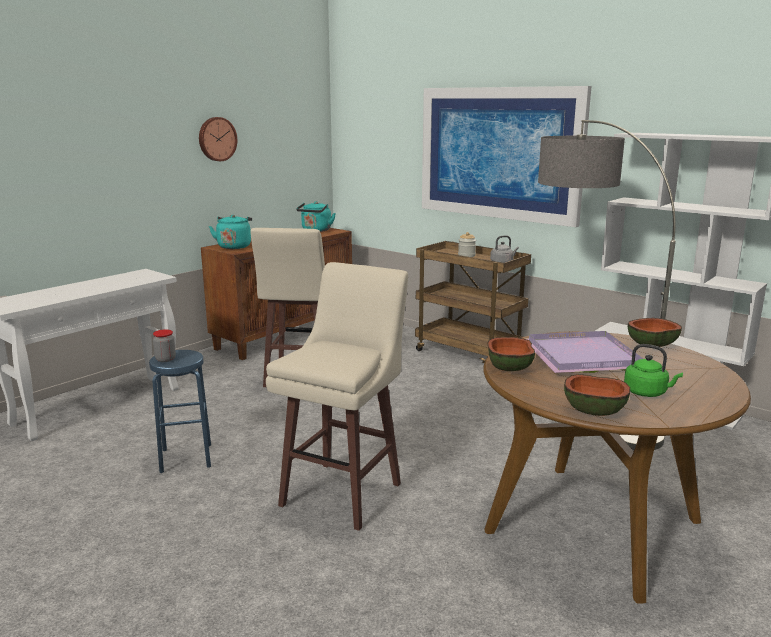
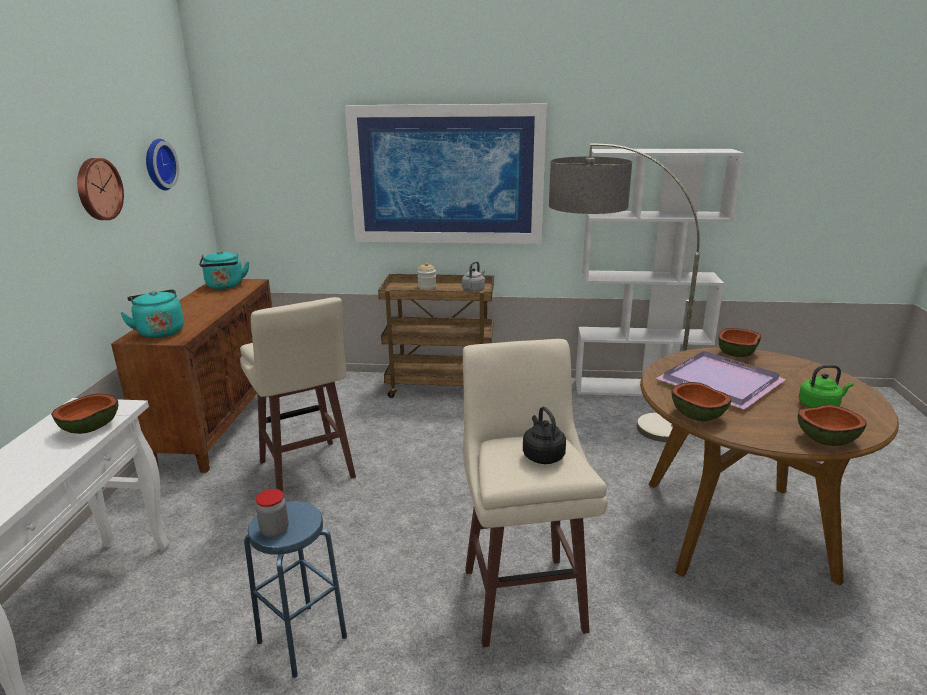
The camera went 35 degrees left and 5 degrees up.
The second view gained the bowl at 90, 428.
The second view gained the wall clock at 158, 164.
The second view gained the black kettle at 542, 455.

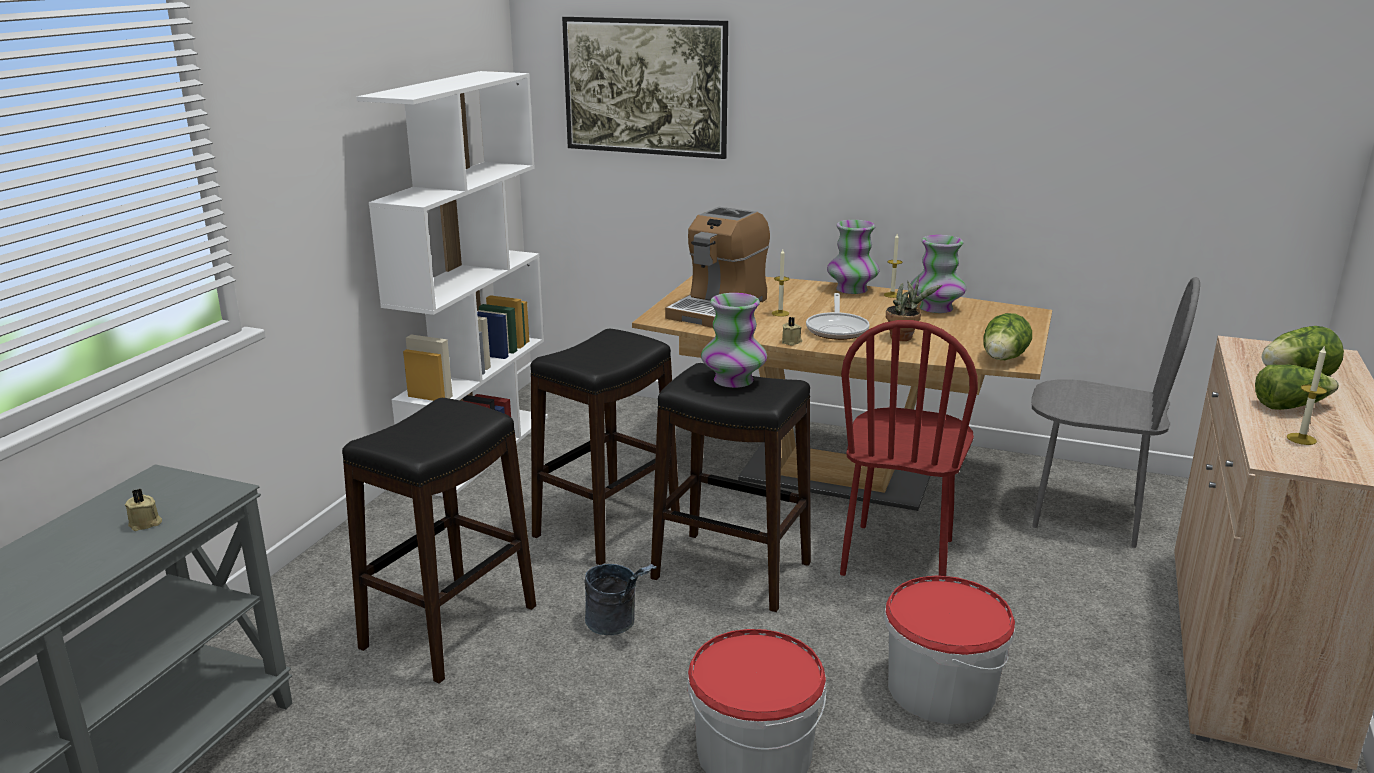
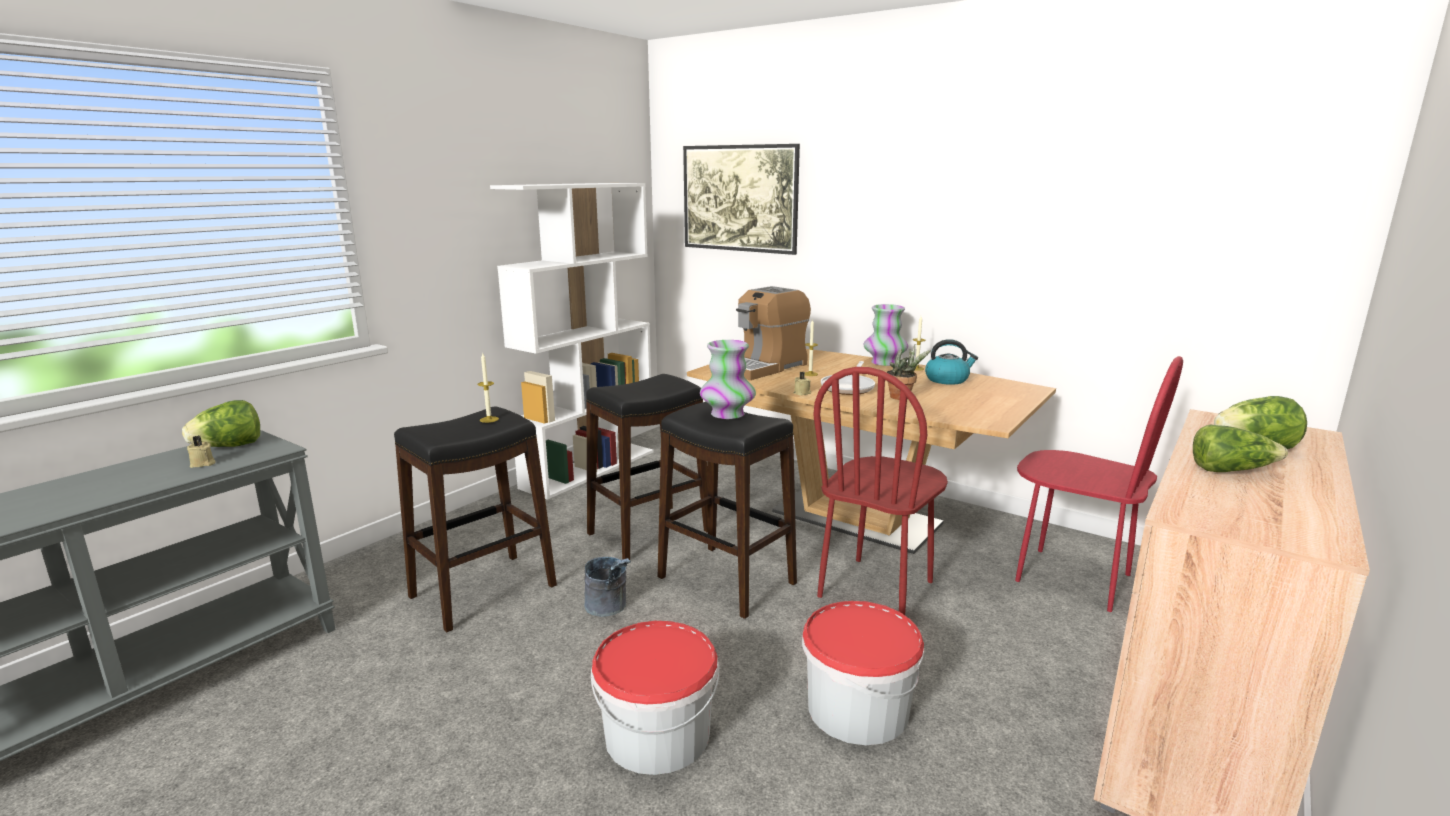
The camera went 15 degrees right and 5 degrees down.
The lettuce ended up elsewhere, having gone from 1003, 360 to 229, 447.
The candle ended up elsewhere, having gone from 1301, 439 to 489, 419.
Where the vase stood at 935, 308, the kettle came to stand at 947, 380.
What was the grey chair at 1086, 516 turned into the red chair at 1072, 578.

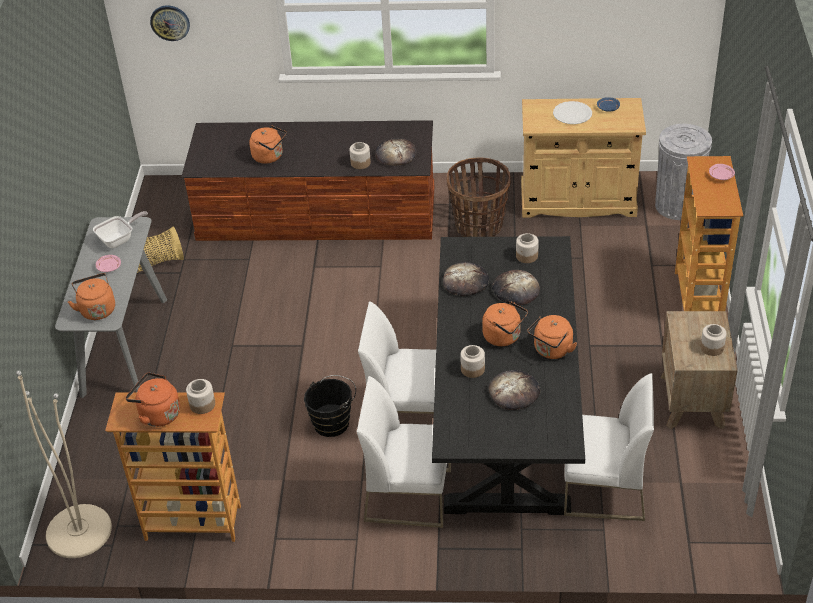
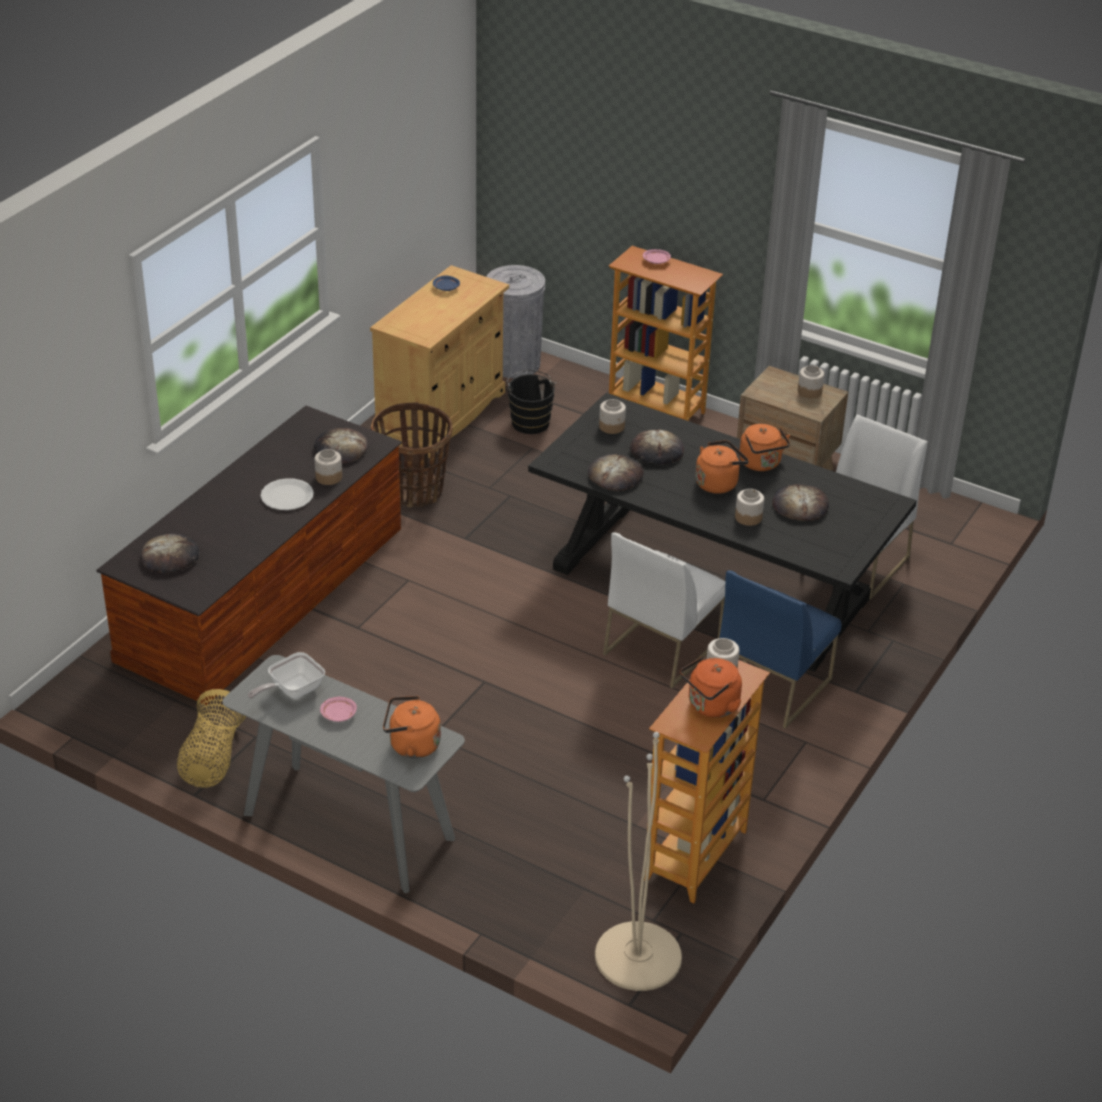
The camera went 65 degrees left and 5 degrees down.
The second view gained the bread at 170, 557.
The frying pan at 119, 239 ended up facing another way, 120 degrees counterclockwise from before.
The white plate ended up elsewhere, having gone from 572, 114 to 287, 496.
The black bucket ended up elsewhere, having gone from 334, 421 to 530, 421.
What was the white chair at 409, 495 turned into the blue chair at 772, 685.
The second view lost the wall clock at 170, 22.
The second view lost the orange kettle at 269, 157.

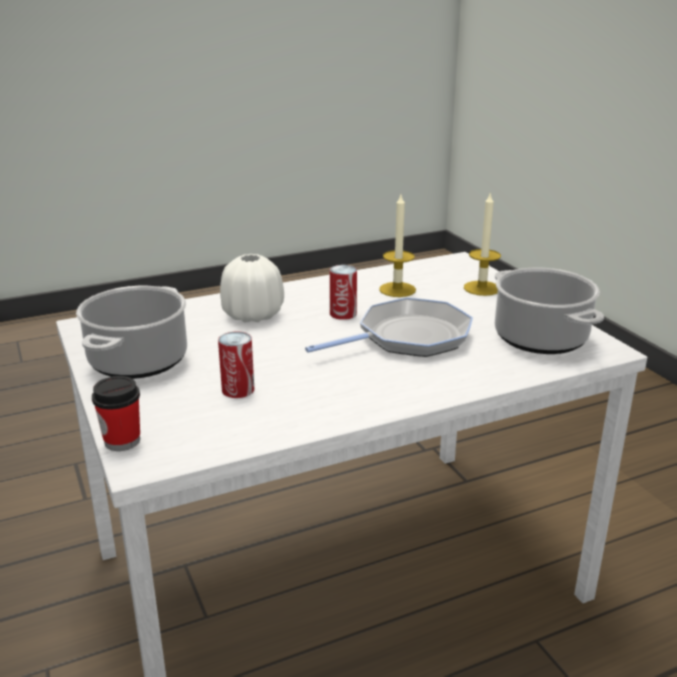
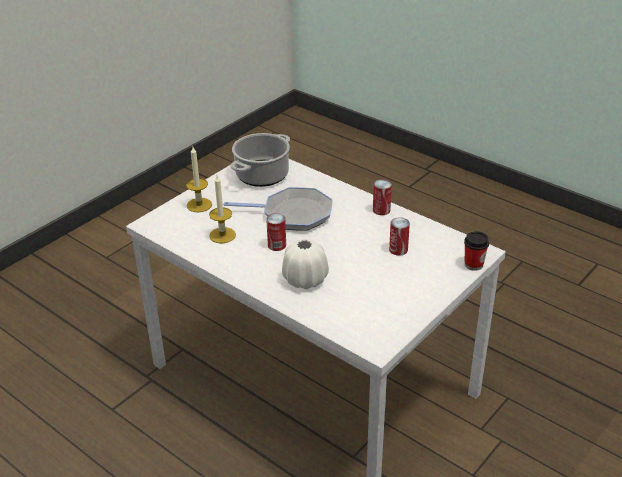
The camera went 115 degrees left and 10 degrees up.
The frying pan at 408, 337 ended up facing another way, 150 degrees clockwise from before.
The second view gained the can at 381, 210.
The second view lost the cooking pot at 138, 361.

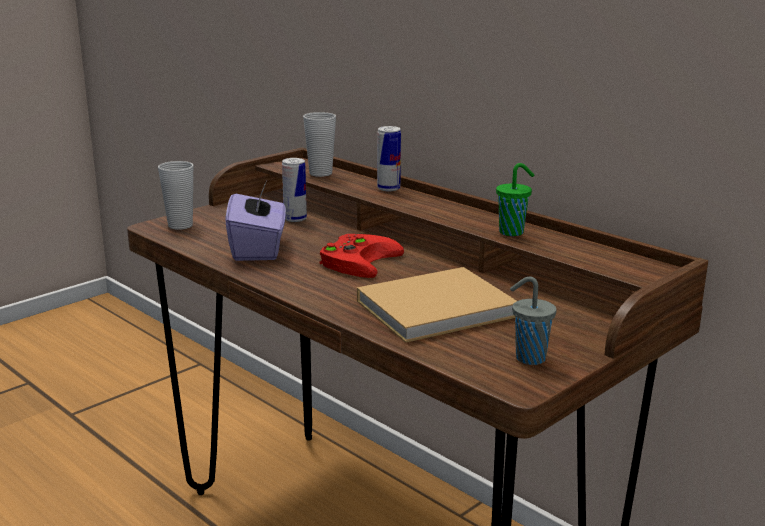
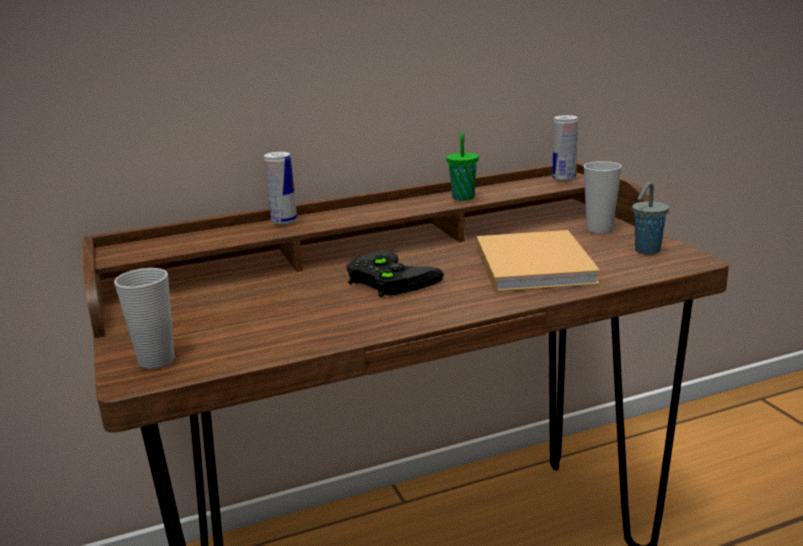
The camera went 65 degrees left and 0 degrees up.
What was the red game controller at 358, 259 turned into the black game controller at 387, 280.
The can ended up elsewhere, having gone from 295, 219 to 564, 178.
The cup ended up elsewhere, having gone from 320, 173 to 599, 230.
The second view lost the purple tissue box at 258, 249.

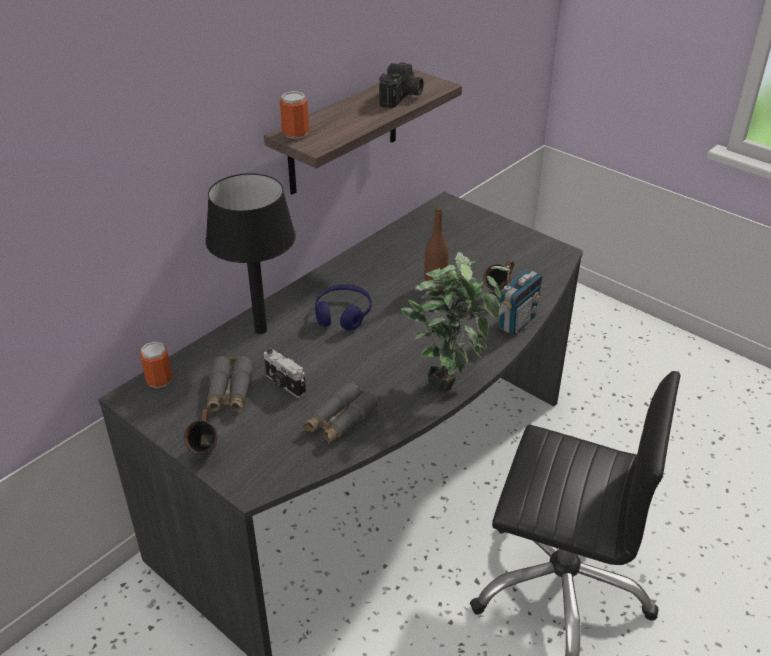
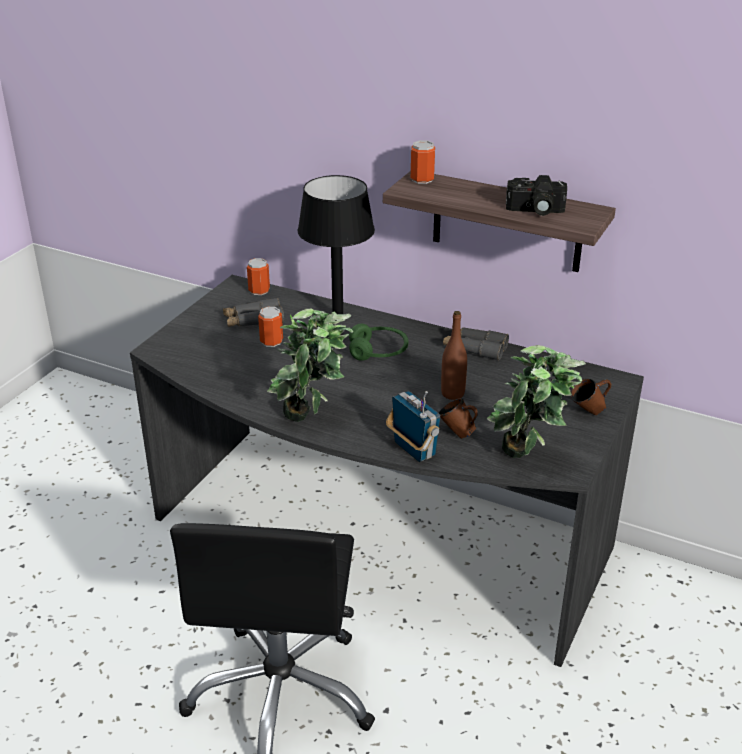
The camera went 75 degrees right and 5 degrees down.
Where the photo camera stood at 284, 385, the can came to stand at 271, 341.
What was the blue headphones at 343, 314 turned into the green headphones at 378, 351.
The radio at 516, 323 ended up facing another way, 150 degrees counterclockwise from before.
The grey binoculars ended up elsewhere, having gone from 340, 421 to 475, 348.
The second view gained the potted plant at 528, 460.
The brown mug ended up elsewhere, having gone from 206, 453 to 588, 413.

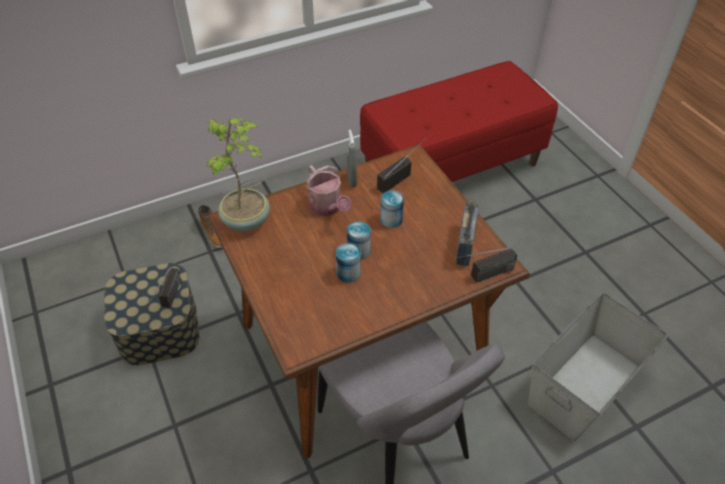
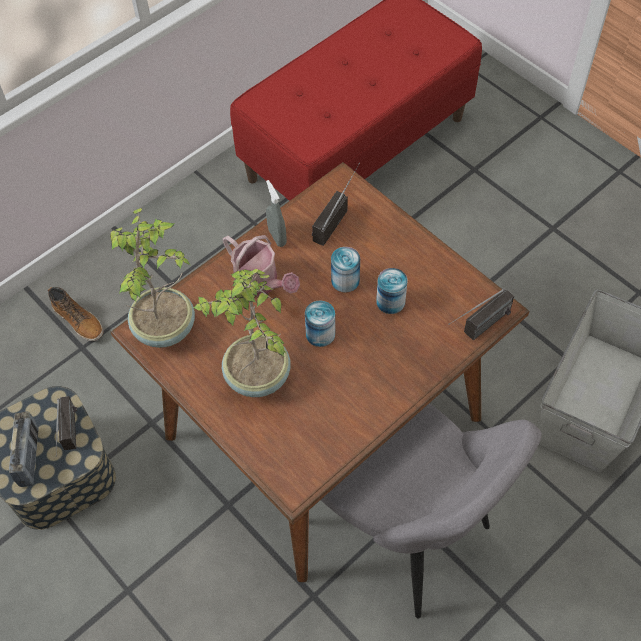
The camera went 15 degrees left and 10 degrees up.
The radio ended up elsewhere, having gone from 465, 245 to 29, 457.
The second view gained the potted plant at 256, 377.
The can ended up elsewhere, having gone from 348, 273 to 390, 301.

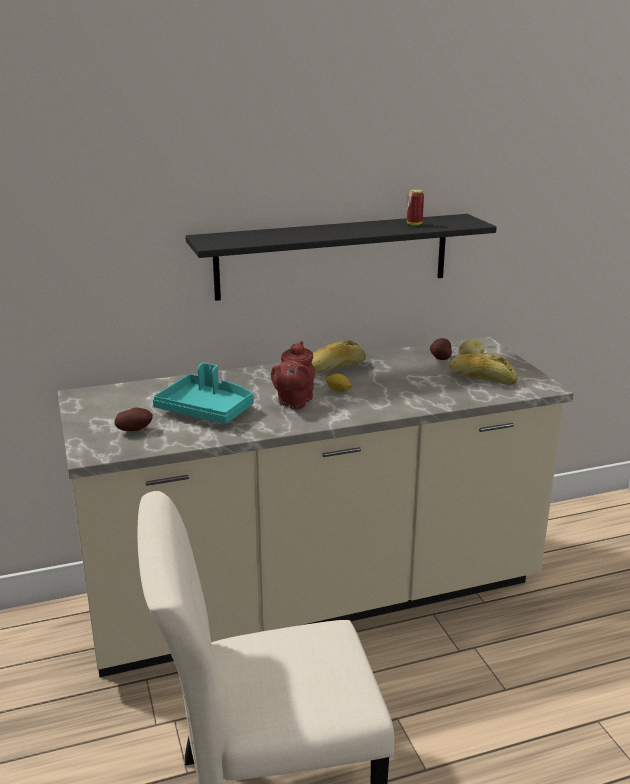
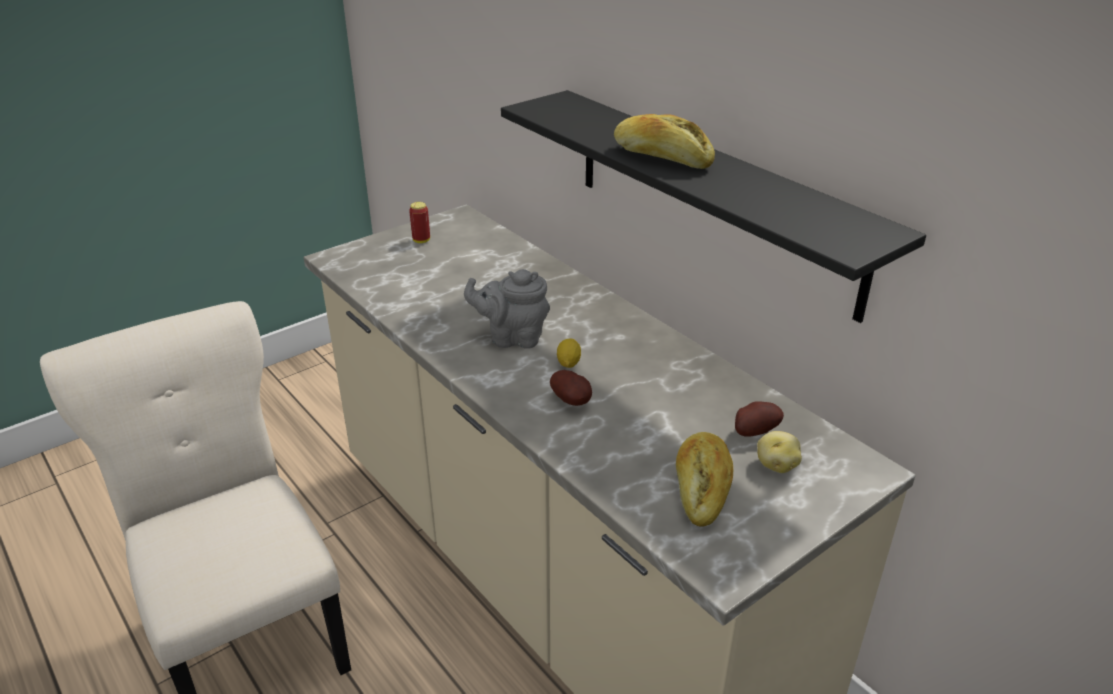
The camera went 70 degrees right and 10 degrees up.
The can ended up elsewhere, having gone from 414, 224 to 421, 240.
What was the red teapot at 293, 402 turned into the grey teapot at 512, 338.
The potato ended up elsewhere, having gone from 135, 430 to 572, 401.
The bread ended up elsewhere, having gone from 336, 368 to 661, 158.
The second view lost the turquoise tray at 206, 410.

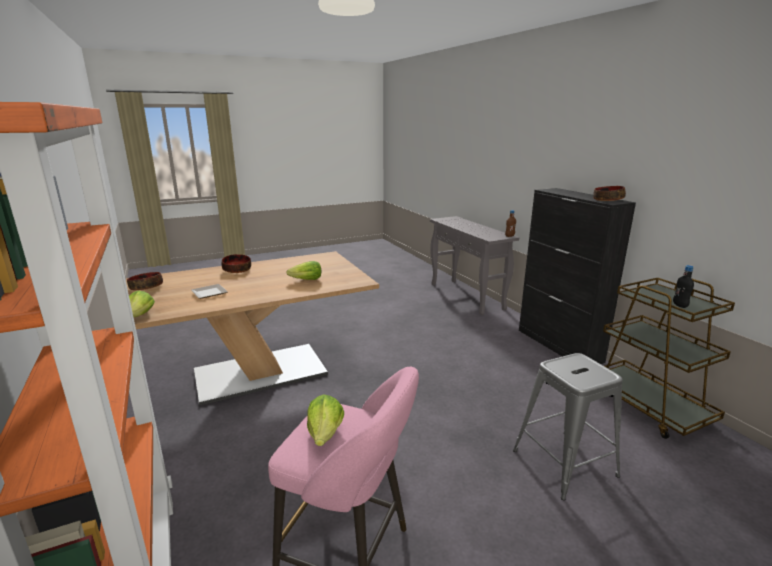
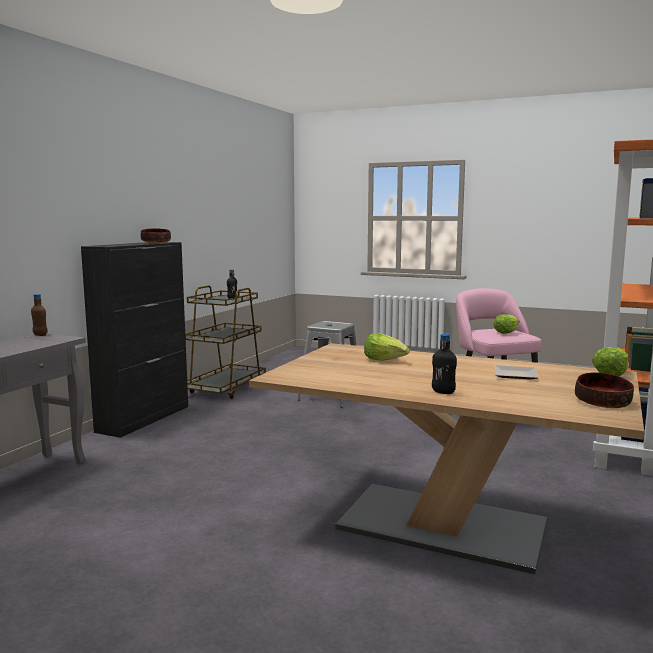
The camera went 130 degrees left and 10 degrees down.
Where the bowl stood at 236, 270, the black bottle came to stand at 443, 392.

